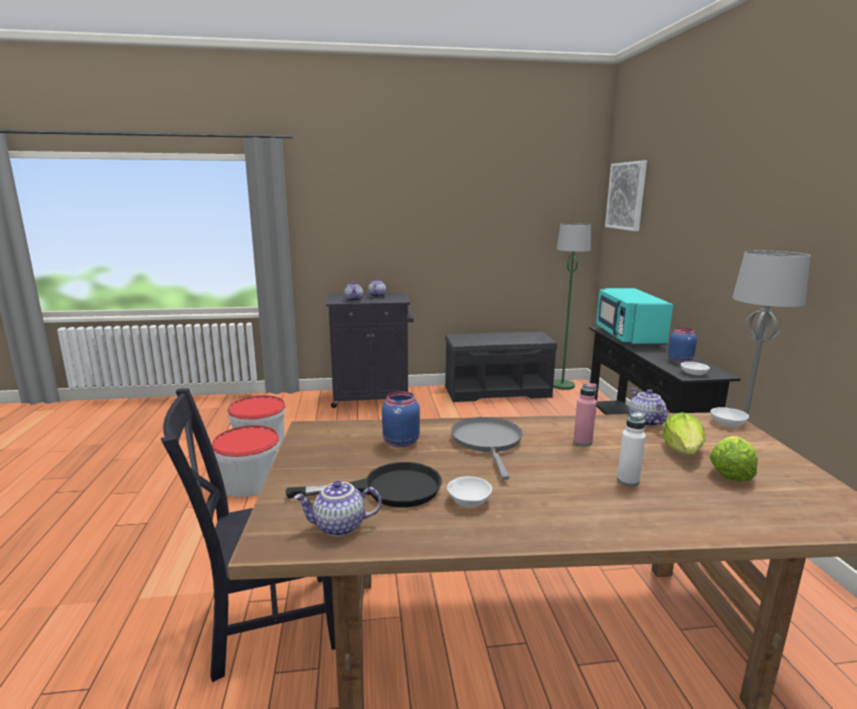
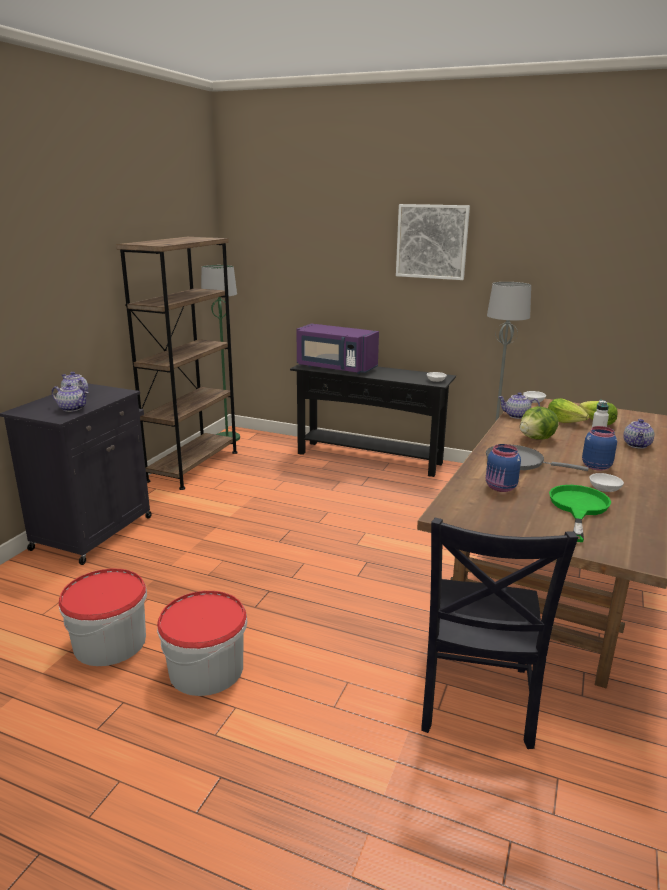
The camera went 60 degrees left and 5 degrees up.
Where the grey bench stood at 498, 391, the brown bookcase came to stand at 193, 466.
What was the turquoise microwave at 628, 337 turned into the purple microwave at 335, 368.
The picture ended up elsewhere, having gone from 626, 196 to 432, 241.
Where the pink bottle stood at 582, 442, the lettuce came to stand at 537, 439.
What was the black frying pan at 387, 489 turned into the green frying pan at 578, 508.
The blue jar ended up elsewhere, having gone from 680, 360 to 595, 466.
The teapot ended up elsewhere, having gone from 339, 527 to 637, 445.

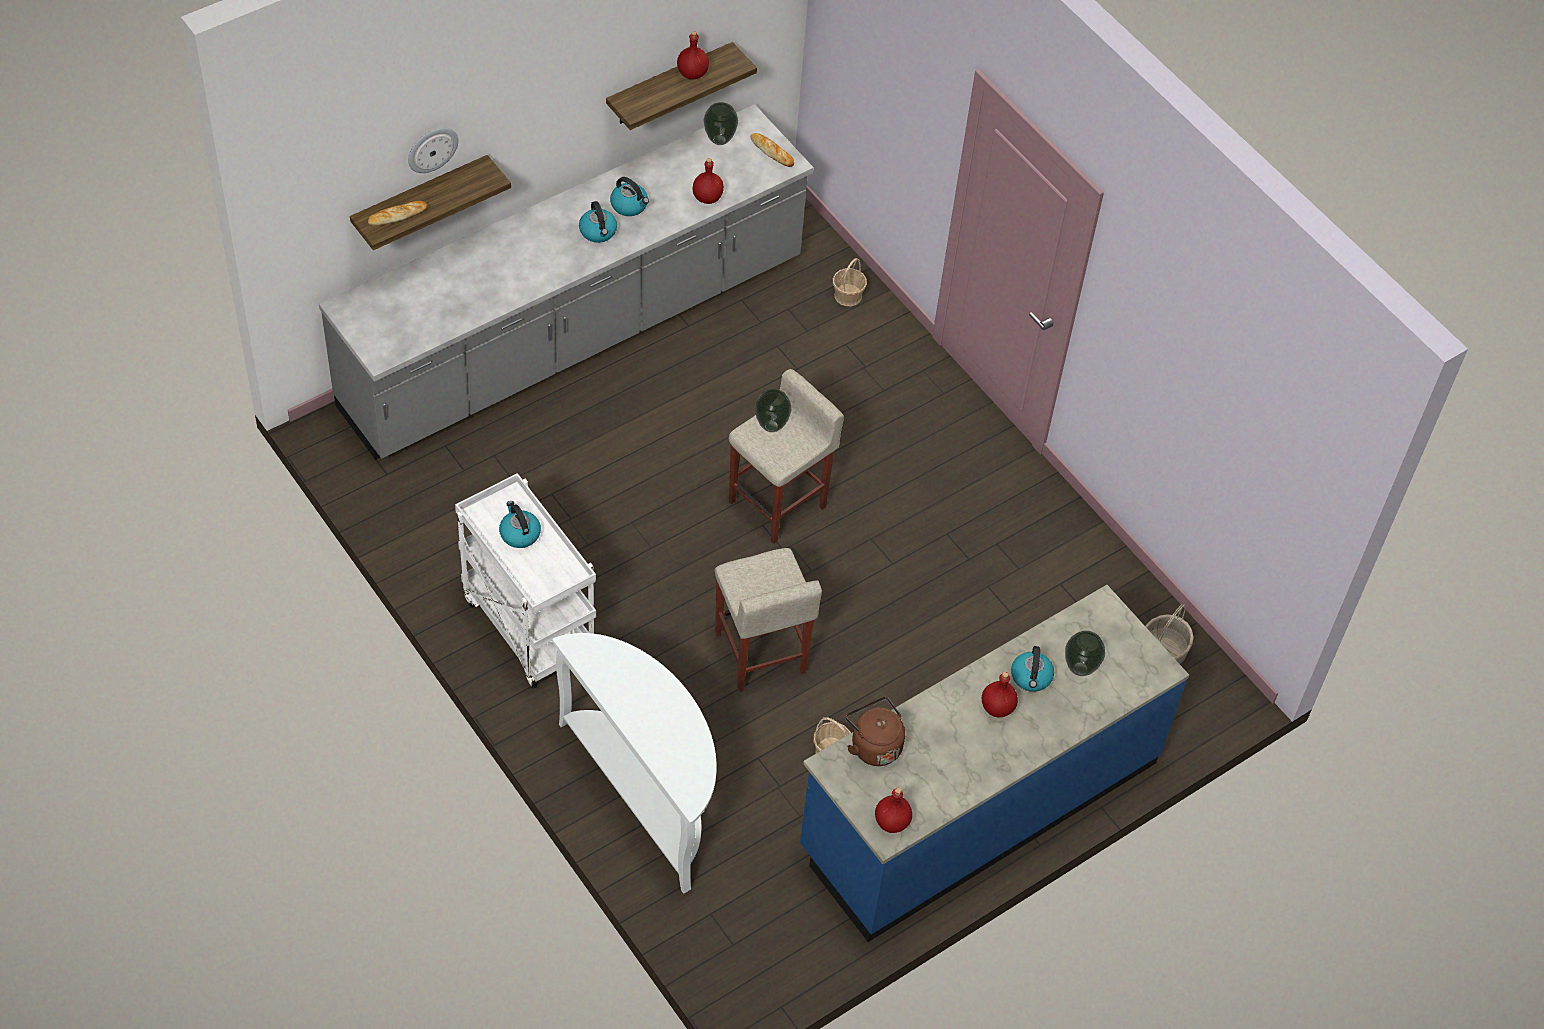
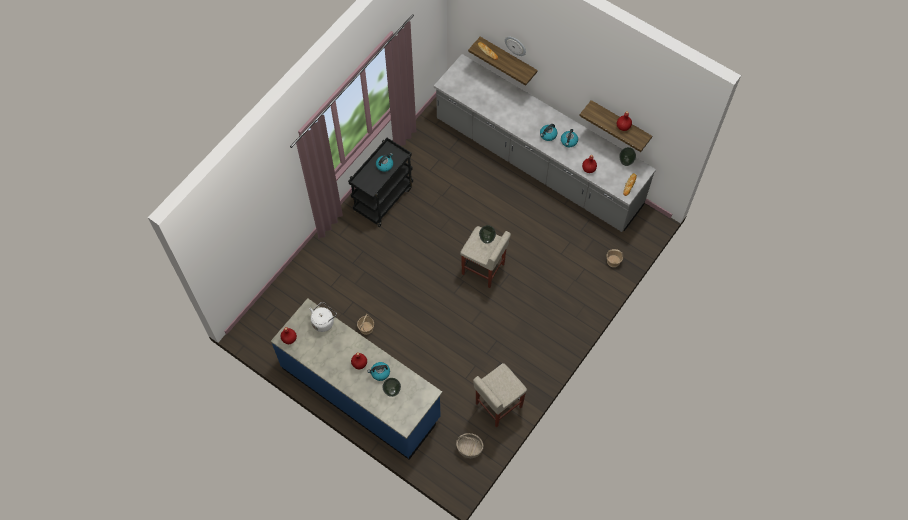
The camera went 75 degrees right and 10 degrees up.
What was the brown kettle at 873, 745 turned into the white kettle at 324, 321.
What was the white cart at 527, 626 turned into the black cart at 383, 198.
The beige stool ended up elsewhere, having gone from 760, 654 to 498, 405.
The second view lost the white console table at 646, 792.

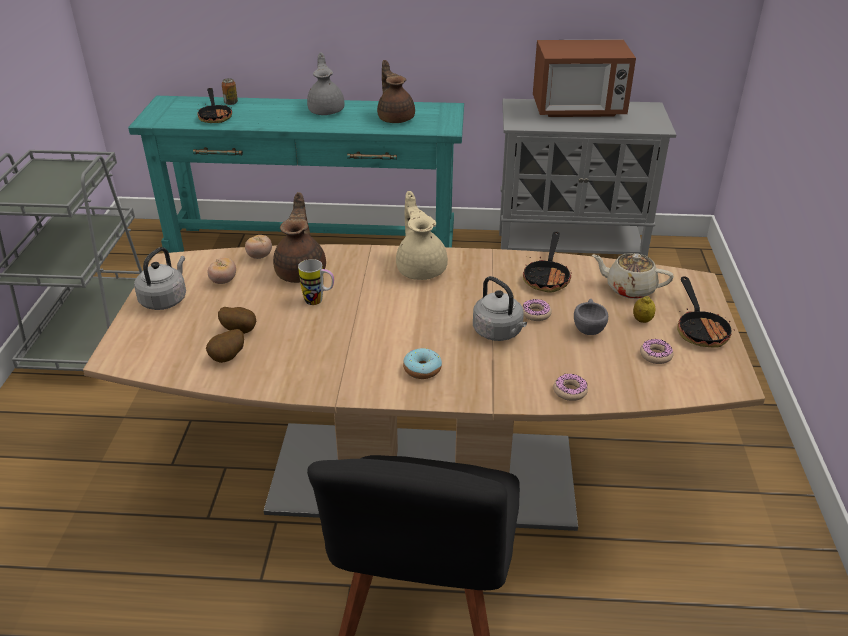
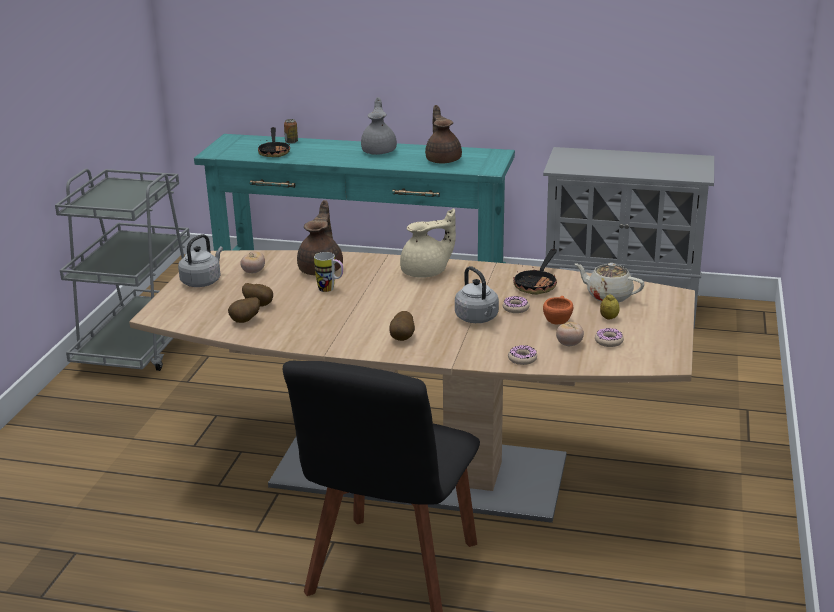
The camera went 10 degrees right and 10 degrees down.
Where the donut stood at 422, 369, the potato came to stand at 403, 338.
The beige teapot at 421, 268 ended up facing another way, 75 degrees clockwise from before.
What was the grey cup at 588, 327 turned into the orange cup at 558, 320.
The tomato ended up elsewhere, having gone from 259, 256 to 569, 344.
The second view lost the microwave at 578, 109.
The second view lost the frying pan at 700, 329.

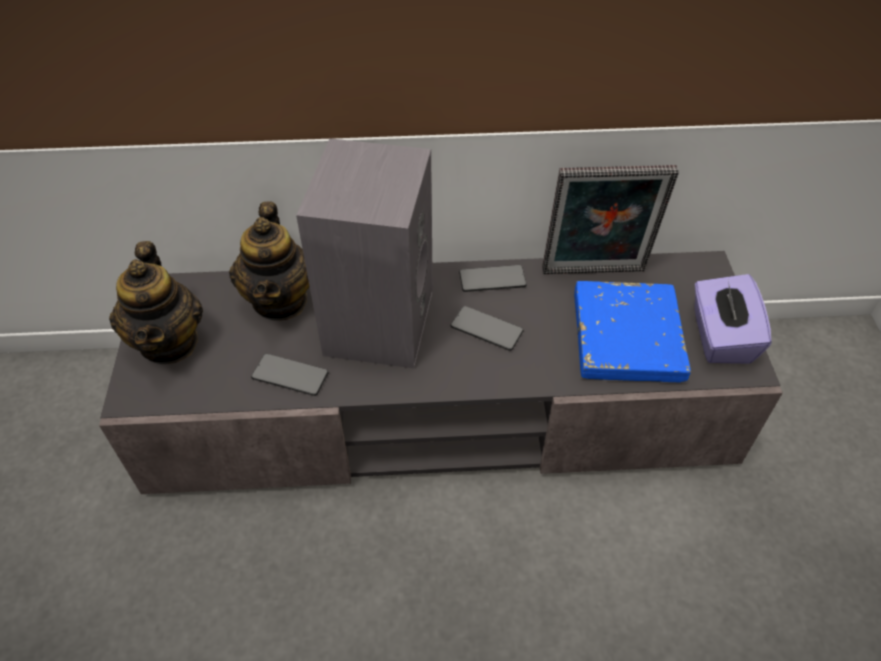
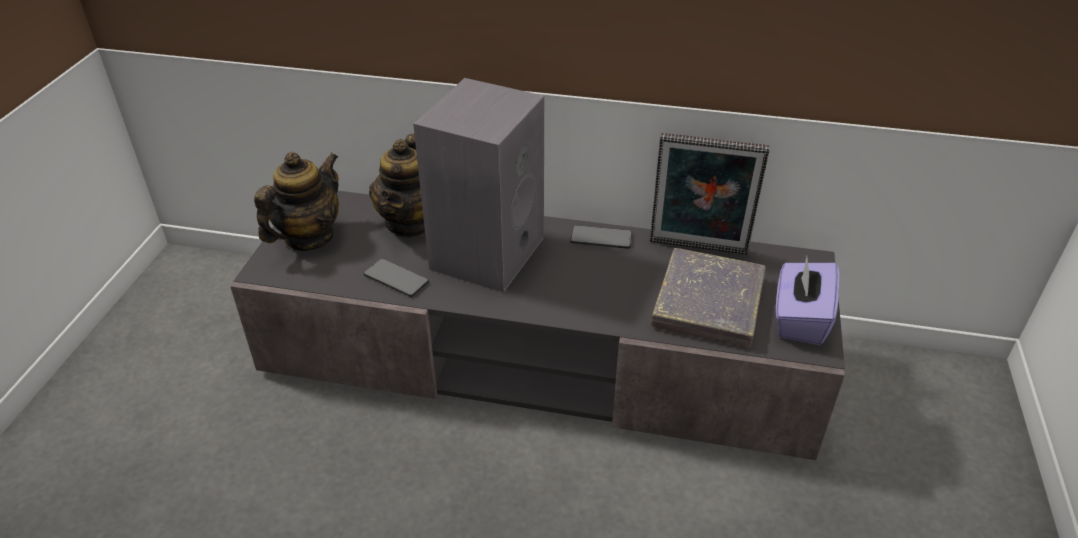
The camera went 15 degrees right and 10 degrees down.
The teapot at 169, 342 ended up facing another way, 150 degrees counterclockwise from before.
What was the blue book at 627, 337 turned into the grey book at 708, 303.
The second view lost the phone at 486, 329.

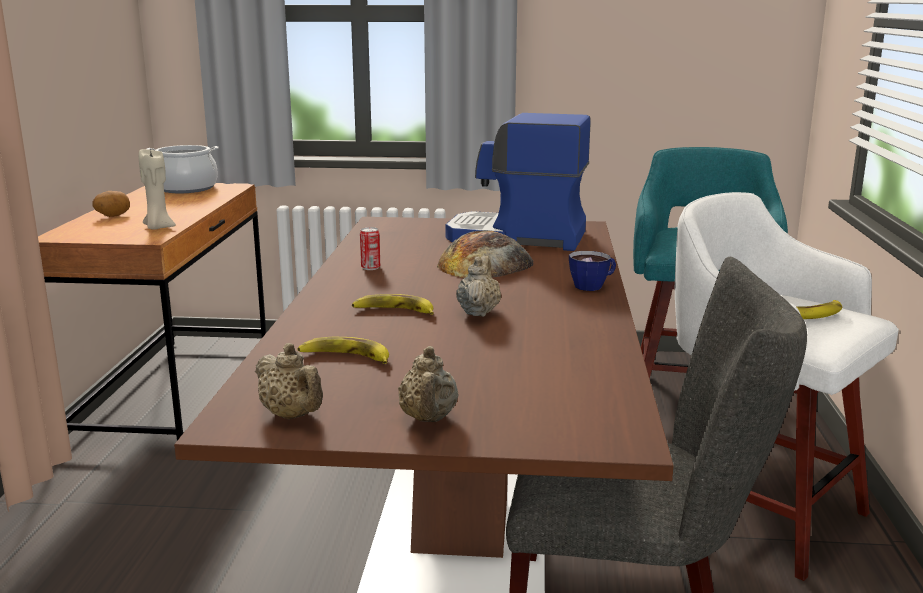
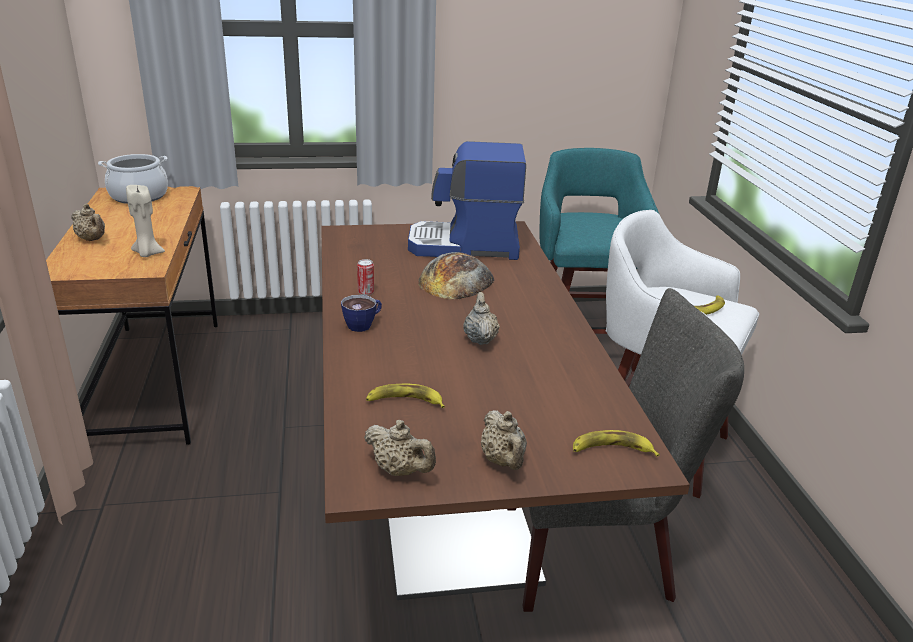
The camera went 15 degrees left and 10 degrees up.
Where the potato stood at 113, 216, the beige teapot came to stand at 92, 239.
The cup ended up elsewhere, having gone from 593, 286 to 363, 324.
The banana ended up elsewhere, having gone from 394, 311 to 611, 450.

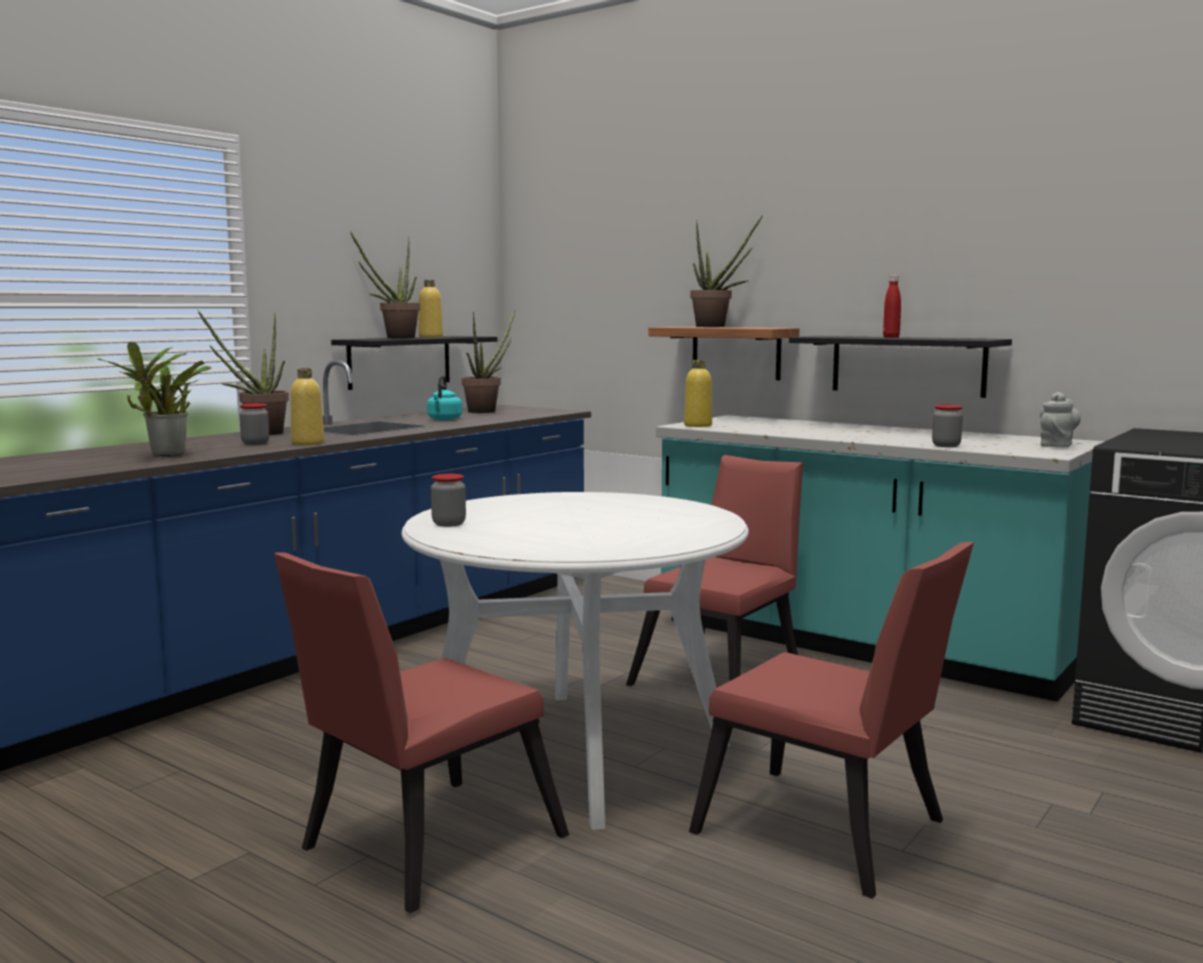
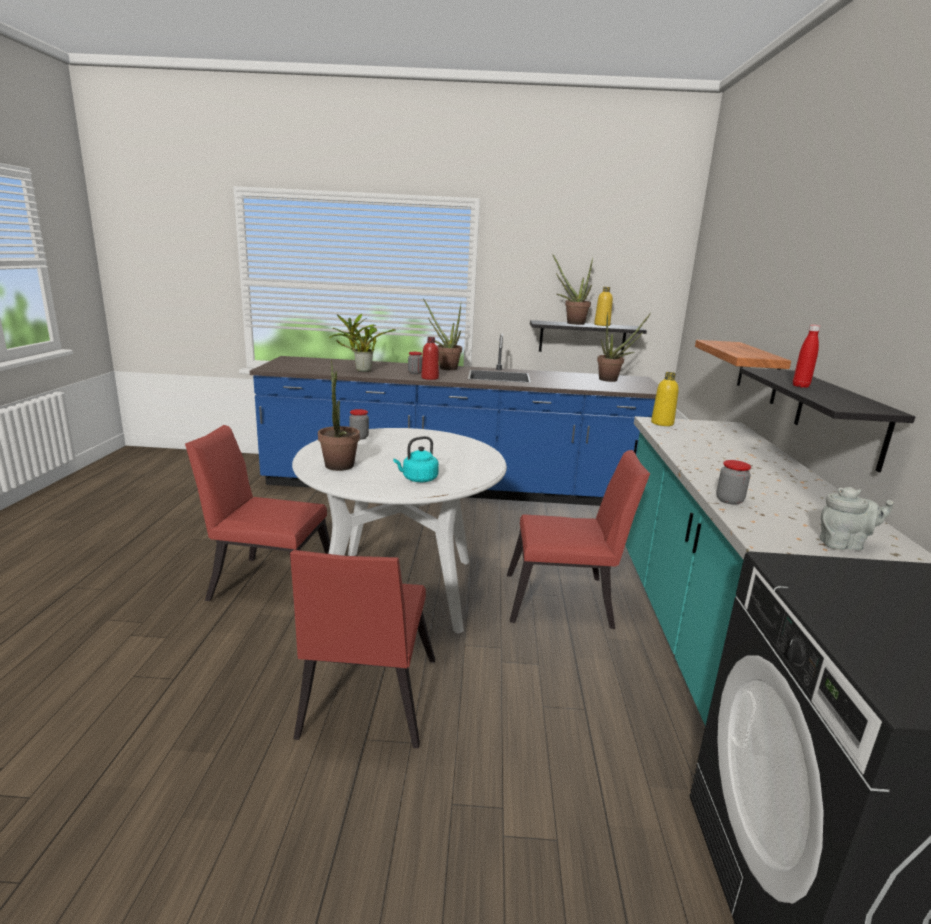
The camera went 55 degrees right and 10 degrees up.
The potted plant ended up elsewhere, having gone from 717, 326 to 339, 468.
The turquoise kettle ended up elsewhere, having gone from 444, 419 to 418, 479.
What was the yellow bottle at 308, 443 turned into the red bottle at 430, 378.

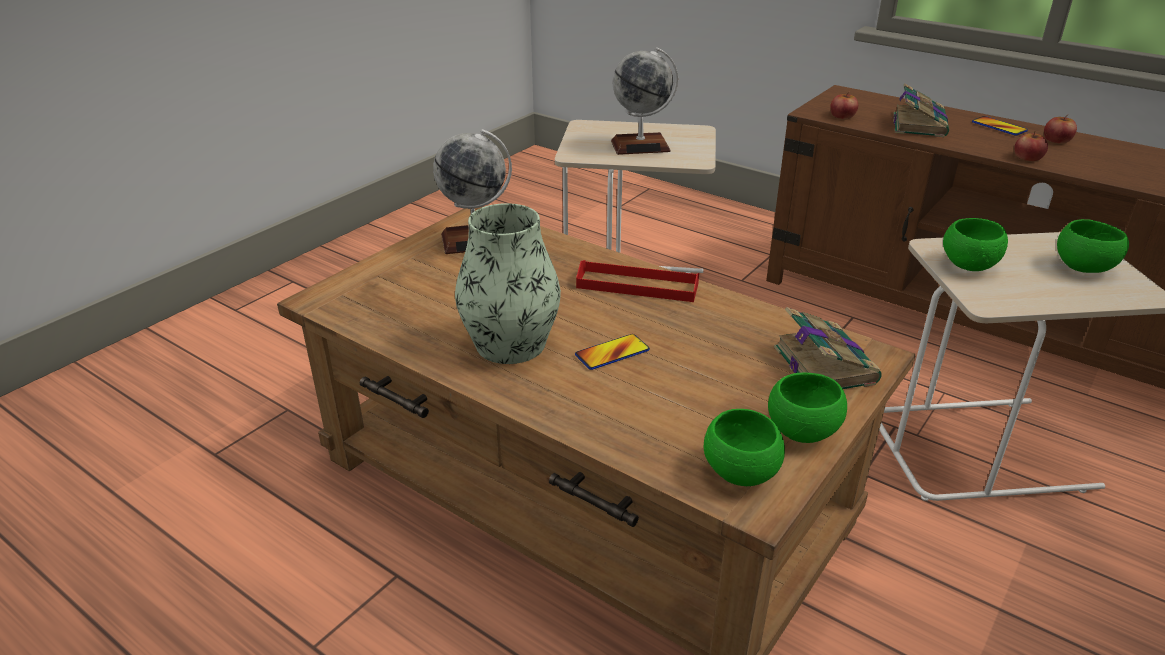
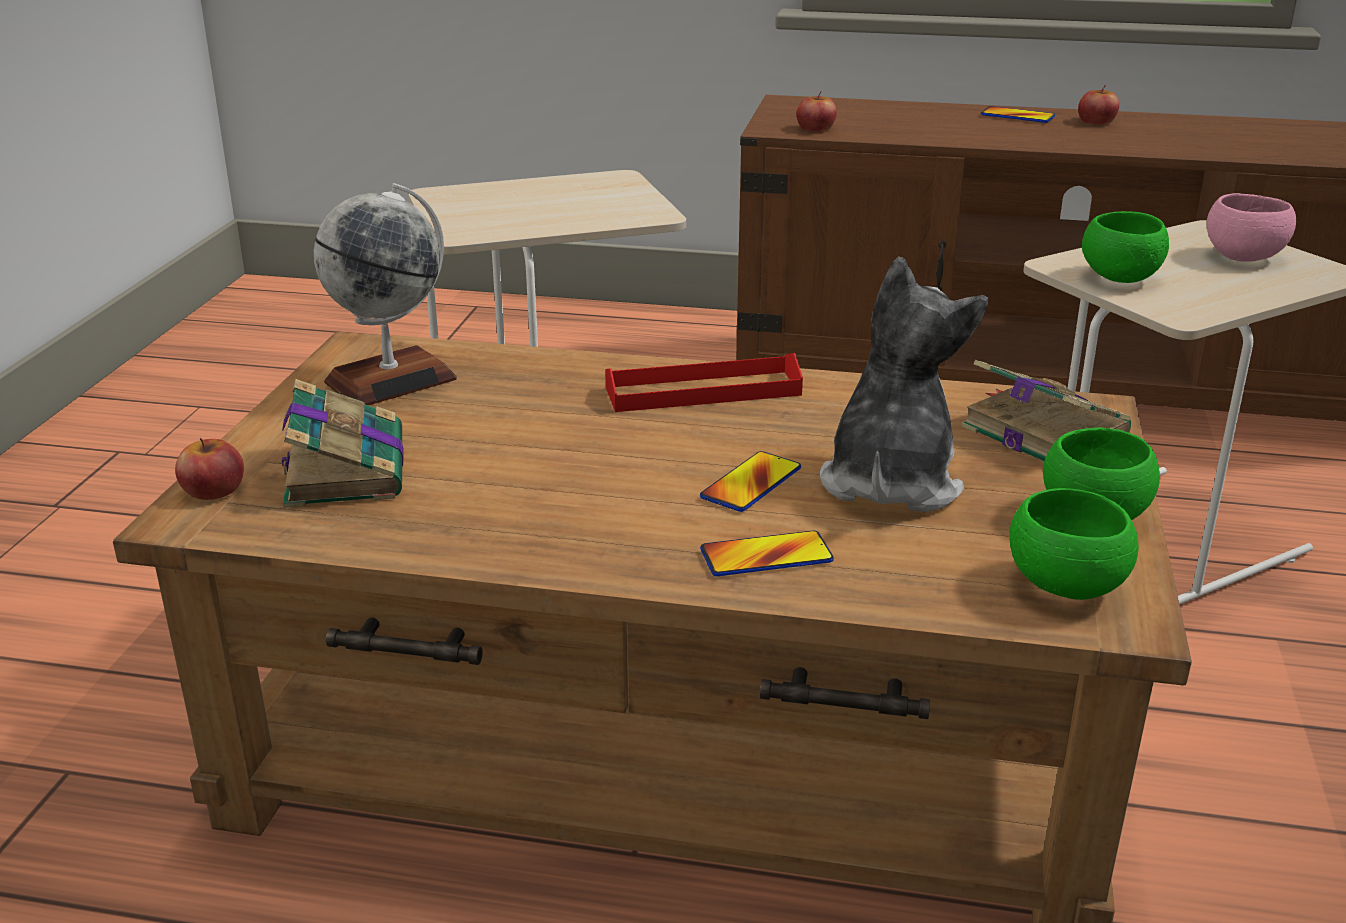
The camera went 25 degrees left and 5 degrees down.
The apple ended up elsewhere, having gone from 1028, 157 to 213, 490.
The book ended up elsewhere, having gone from 919, 124 to 345, 469.
The second view gained the phone at 766, 556.
The second view gained the plush toy at 890, 481.
What was the green bowl at 1083, 268 turned into the pink bowl at 1244, 257.
The second view lost the vase at 510, 344.
The second view lost the globe at 640, 146.

